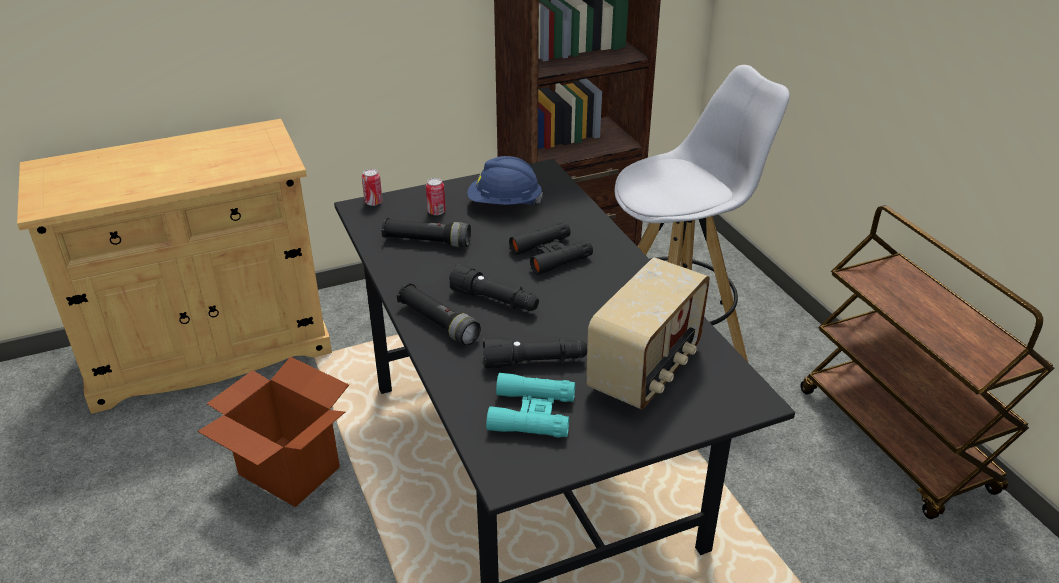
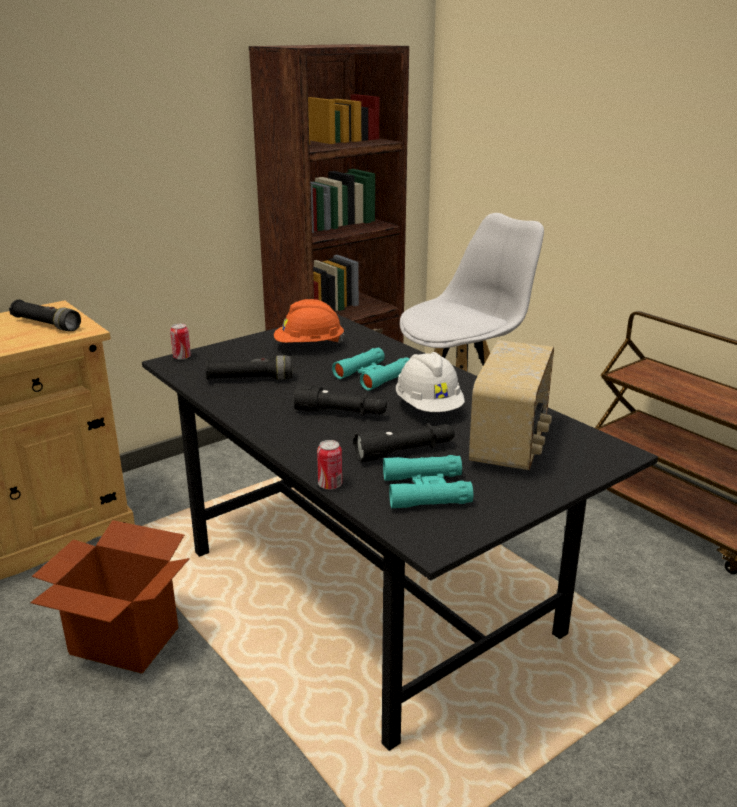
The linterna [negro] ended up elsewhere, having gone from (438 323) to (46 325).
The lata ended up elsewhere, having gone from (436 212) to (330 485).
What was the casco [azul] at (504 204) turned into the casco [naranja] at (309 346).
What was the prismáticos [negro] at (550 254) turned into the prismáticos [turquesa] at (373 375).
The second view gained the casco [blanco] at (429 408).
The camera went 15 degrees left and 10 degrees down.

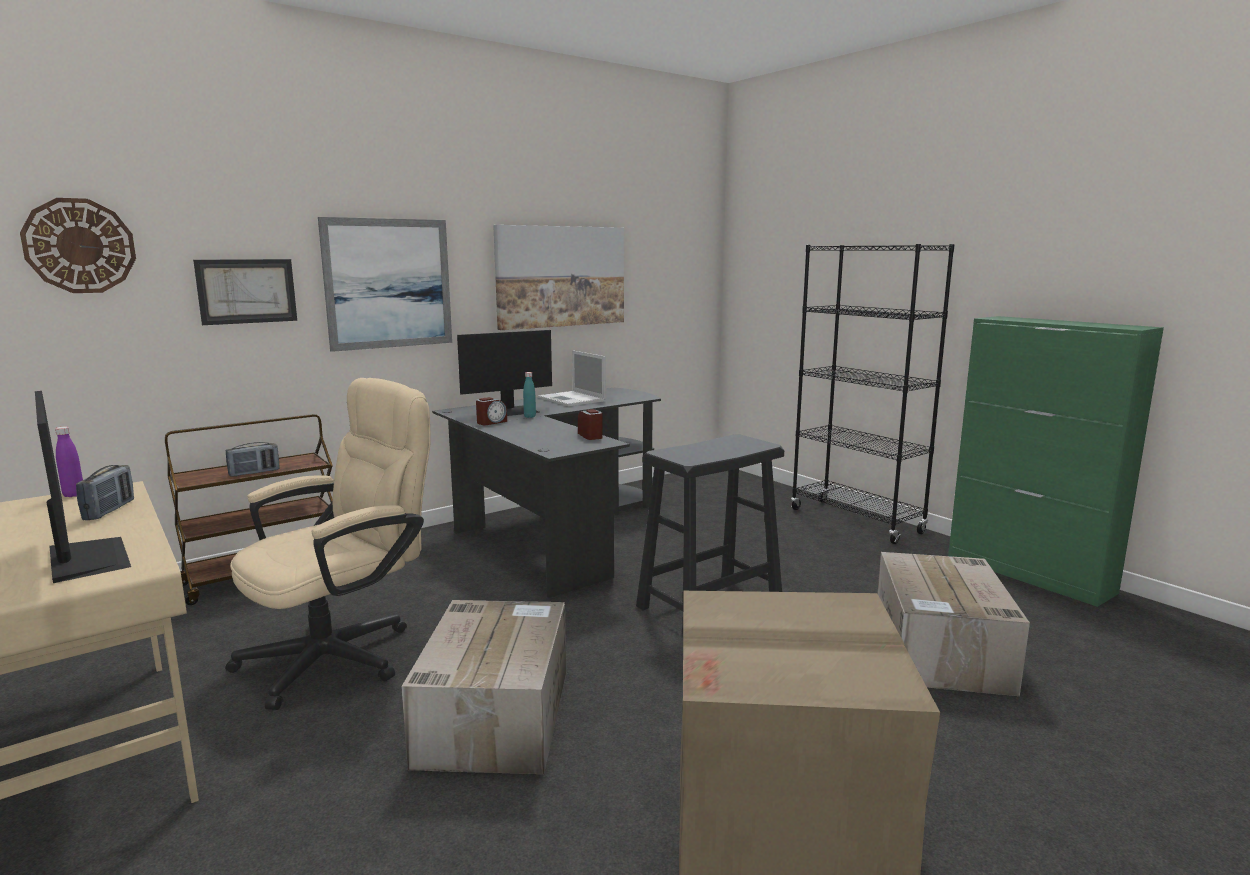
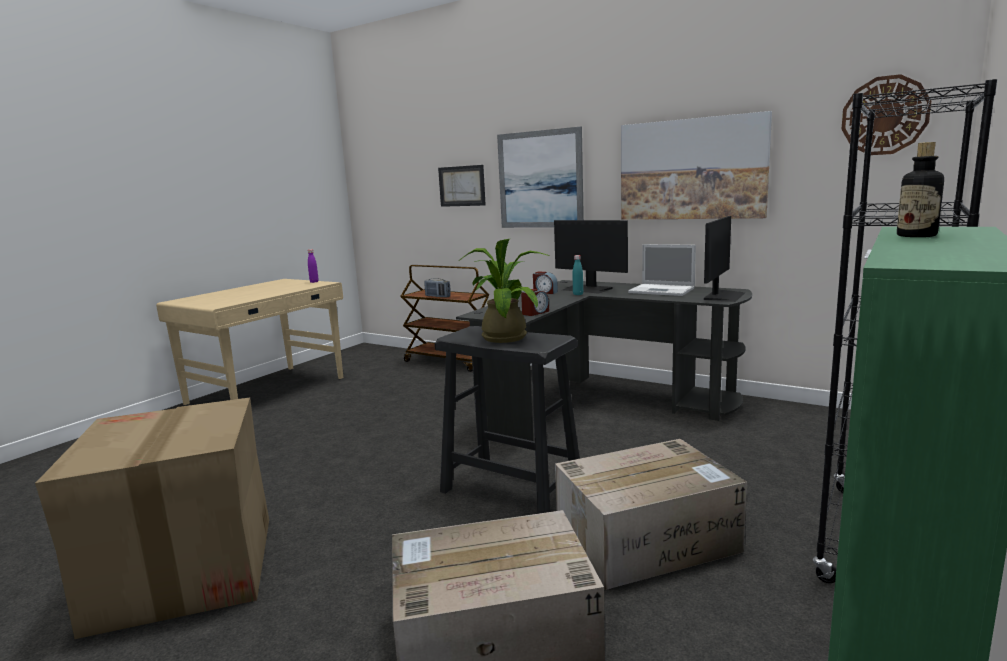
The reloj de pared ended up elsewhere, having gone from (80 246) to (884 115).
The monitor ended up elsewhere, having gone from (85 558) to (723 296).
The second view lost the radio at (109 510).
The second view lost the silla de oficina [beis] at (343 654).
The caja de cartón ended up elsewhere, having gone from (495 714) to (648 539).
The portátil at (572 399) ended up facing another way, 90 degrees counterclockwise from before.
The second view gained the planta en maceta at (505 336).
The second view gained the botella at (916 236).
The camera went 70 degrees right and 0 degrees up.

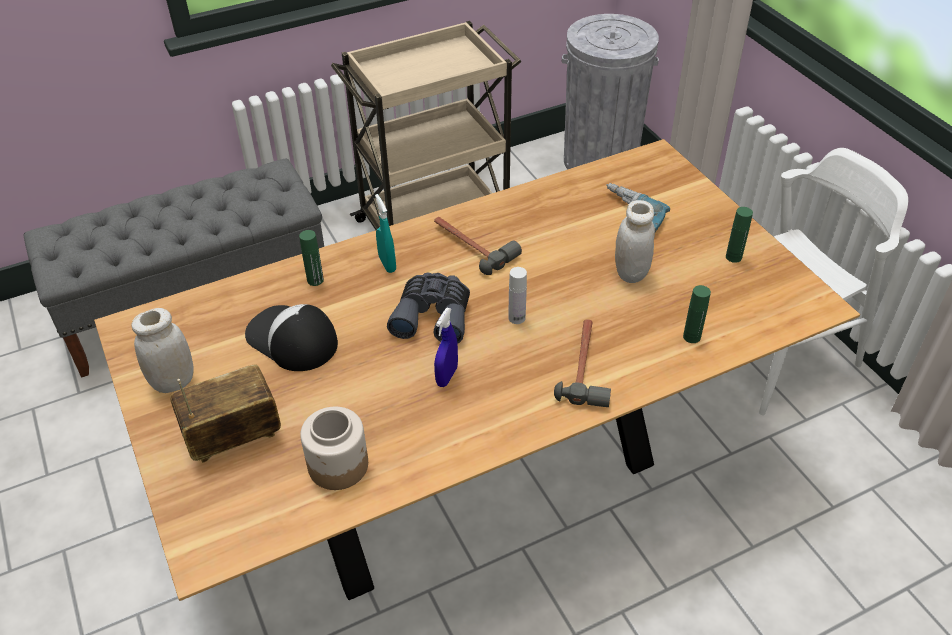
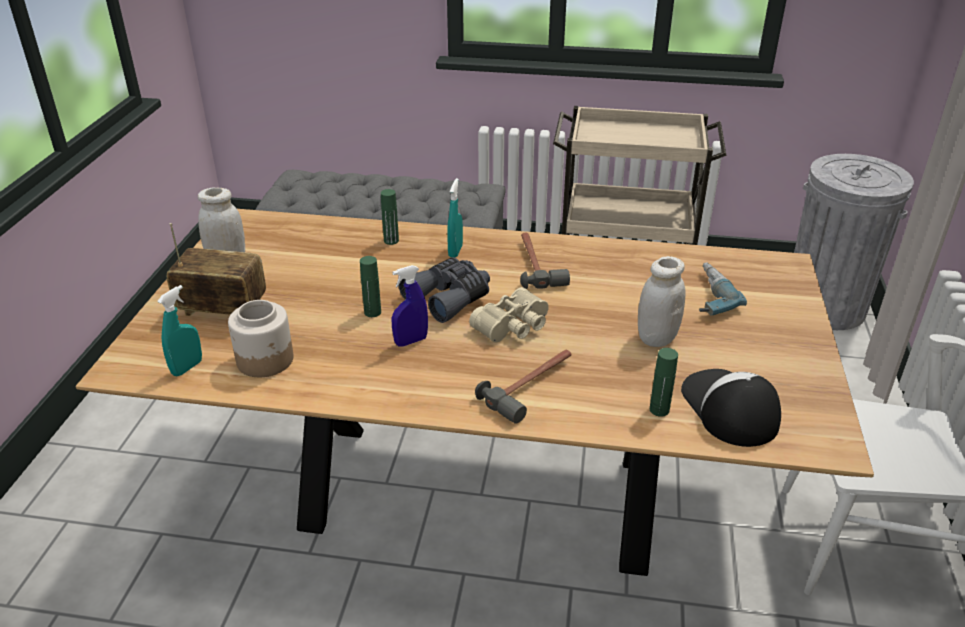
The gorra ended up elsewhere, having gone from (291 339) to (728 408).
Where the botella [blanco] stood at (516 318), the prismáticos [beis] came to stand at (514 327).
The botella [verde] ended up elsewhere, having gone from (733 257) to (372 312).
The second view gained the pulverizador [turquesa] at (187 367).
The camera went 35 degrees right and 10 degrees down.

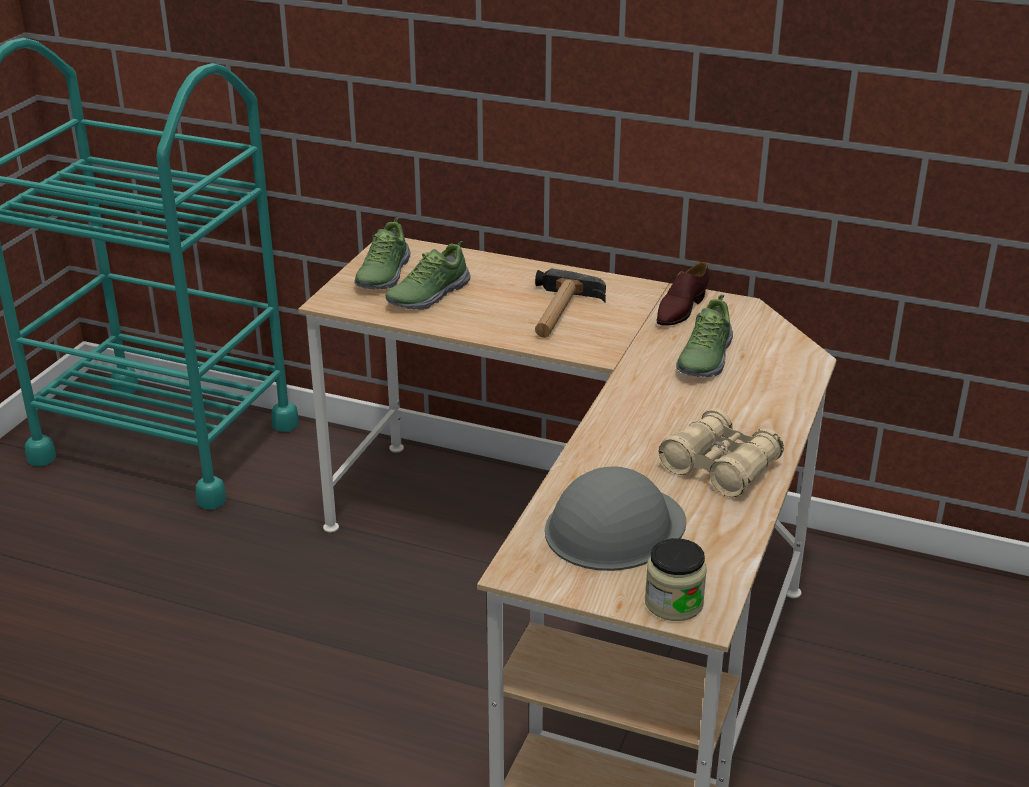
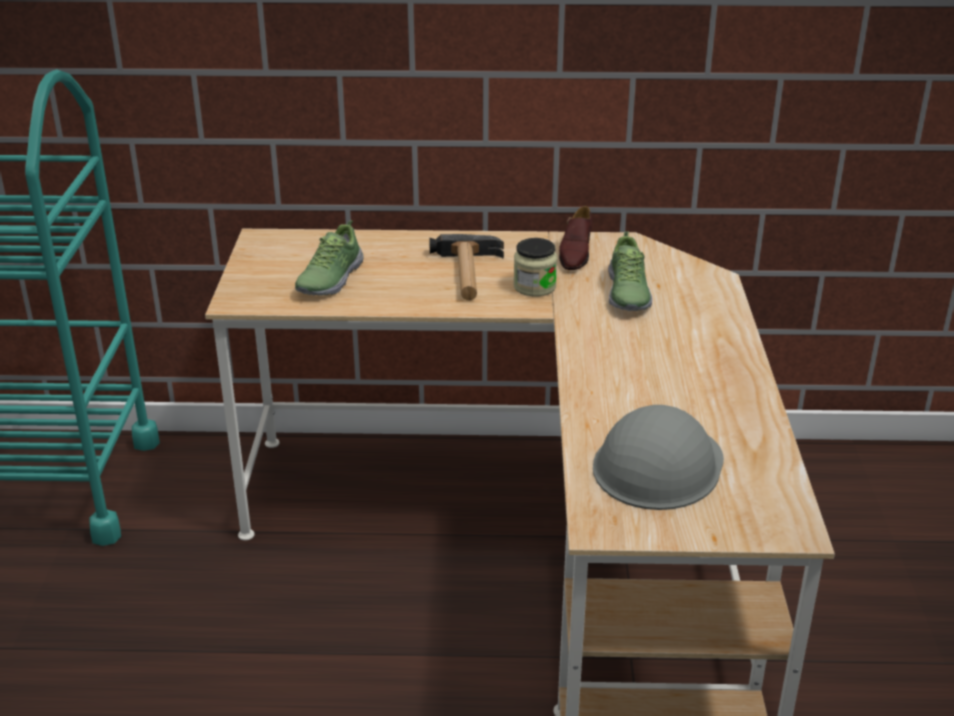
The second view lost the zapato at (382 274).
The tarro ended up elsewhere, having gone from (673 603) to (534 287).
The second view lost the prismáticos [beis] at (720 467).
The camera went 20 degrees left and 0 degrees up.

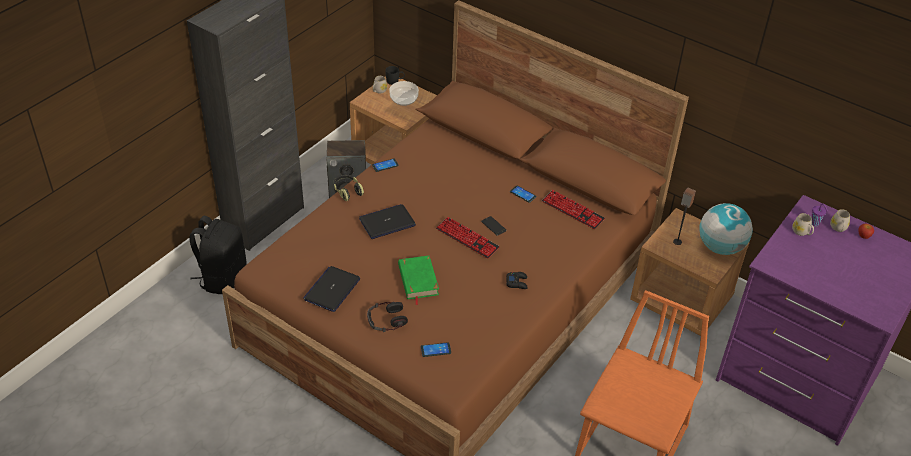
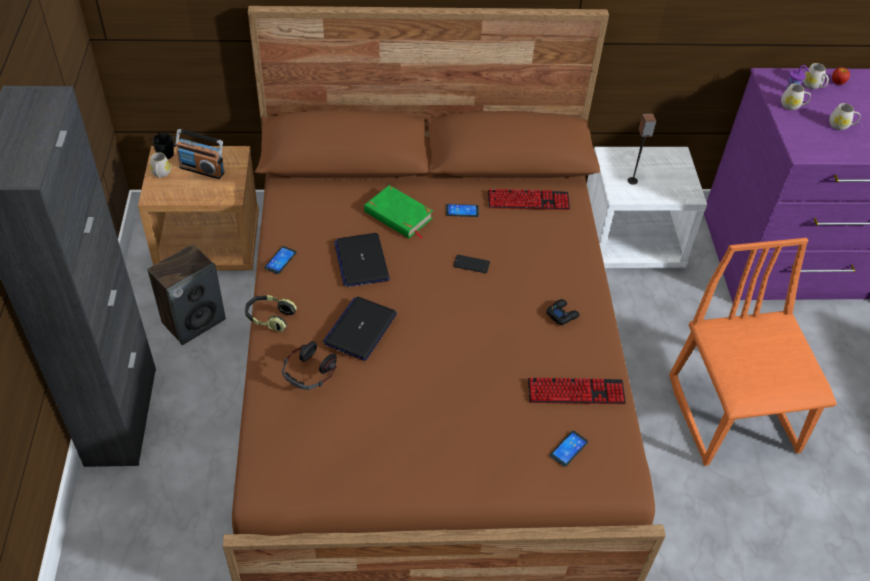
The second view lost the mochila [negro] at (222 277).
The portátil ended up elsewhere, having gone from (332 289) to (361 261).
The auriculares ended up elsewhere, having gone from (386 320) to (309 371).
Where the cuenco stood at (404 99), the radio came to stand at (202 169).
The libro [verde] ended up elsewhere, having gone from (417 280) to (398 216).
The teclado ended up elsewhere, having gone from (467 238) to (576 392).
What was the mesita de noche [marrón] at (681 300) turned into the mesita de noche [blanco] at (631 242).
The second view lost the globo terráqueo at (720 247).
The second view gained the taza grande [blanco] at (841 125).
The camera went 40 degrees left and 5 degrees up.

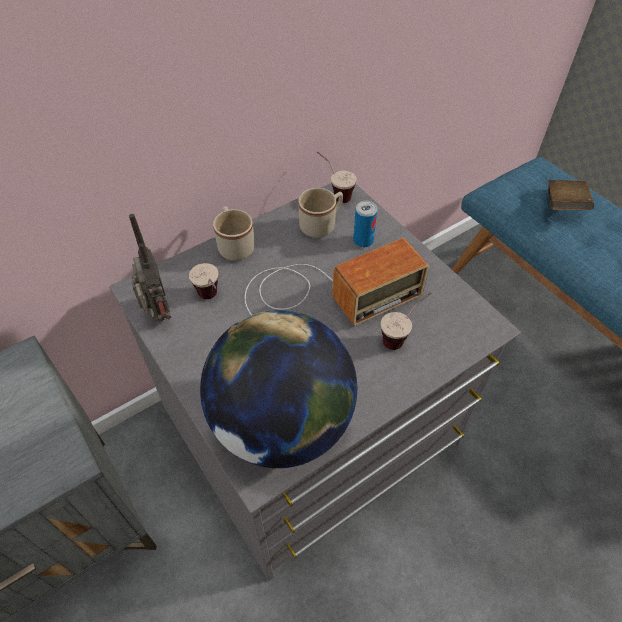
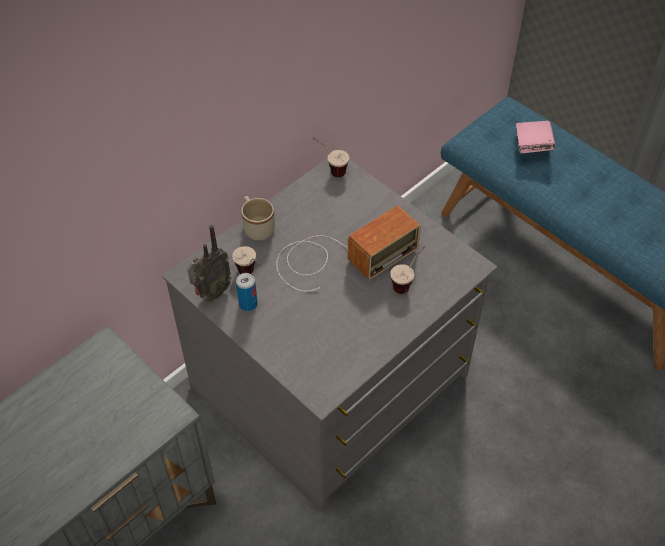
The radio at (158 315) ended up facing another way, 75 degrees clockwise from before.
The second view lost the globo terráqueo at (282 423).
The second view lost the taza grande [beis] at (321 225).
The lata ended up elsewhere, having gone from (363 240) to (248 304).
What was the libro [marrón] at (564 206) turned into the libro [rosa] at (532 146).
The camera went 10 degrees left and 0 degrees up.

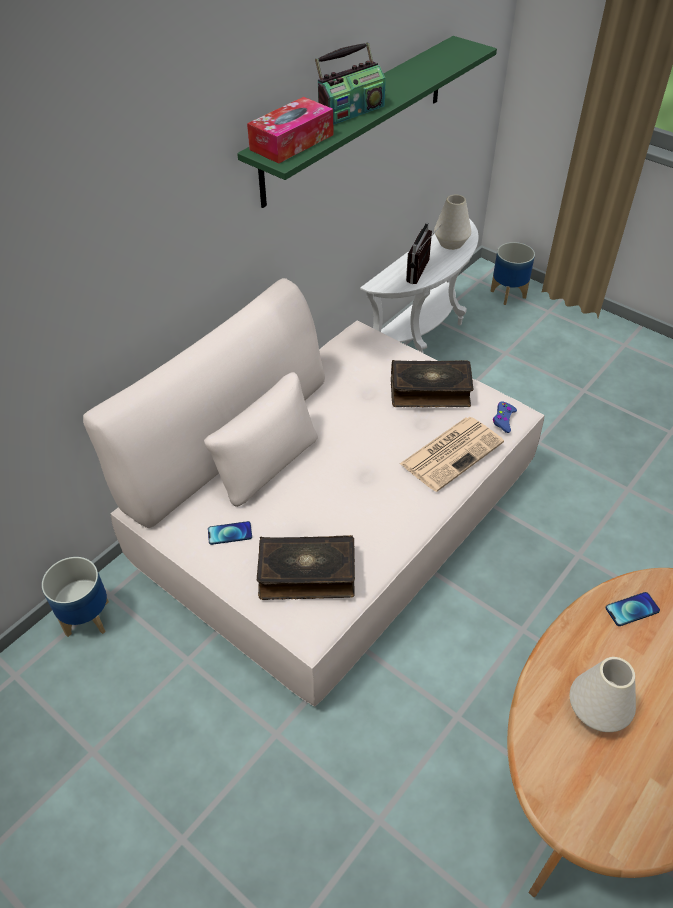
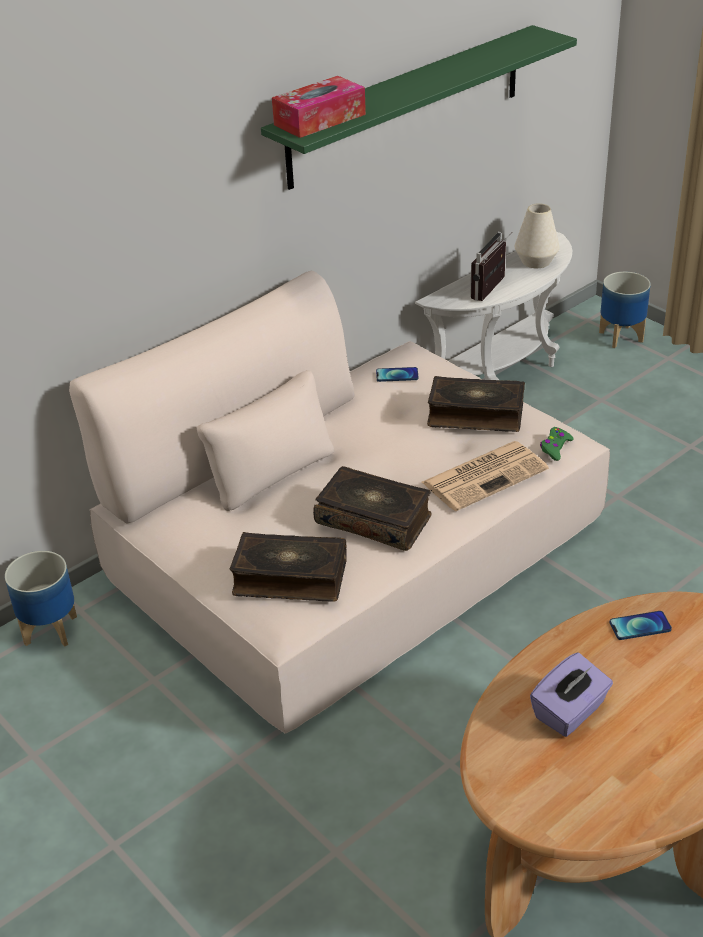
The móvil ended up elsewhere, having gone from (230 533) to (397 375).
The second view lost the radio at (350 111).
What was the mando de consola [azul] at (503 420) turned into the mando de consola [verde] at (555 448).
Where the florero [blanco] stood at (596 710), the caja de pañuelos [morado] came to stand at (570 712).
The second view gained the libro at (374 519).
The camera went 10 degrees right and 10 degrees down.

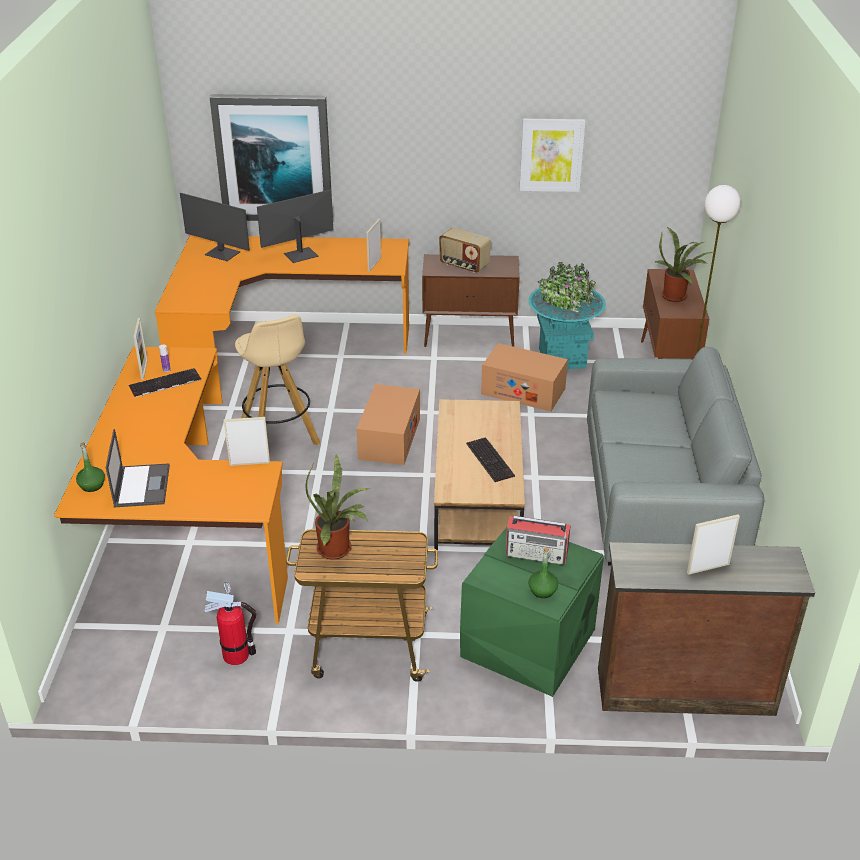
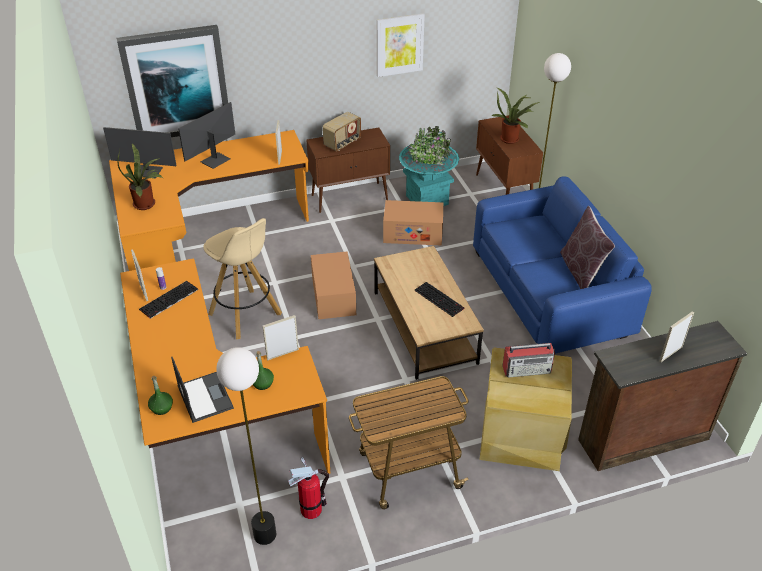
The planta en maceta ended up elsewhere, having gone from (338 549) to (147 204).
The radio at (464 265) ended up facing another way, 60 degrees counterclockwise from before.
What was the caja de almacenaje [verde] at (528 644) turned into the caja de almacenaje [beis] at (522 435).
The botella [verde] ended up elsewhere, having gone from (542 590) to (262 383).
What was the sofá [gris] at (661 493) turned into the sofá [azul] at (550 291).
The second view gained the lámpara de pie at (264 535).
The second view gained the cojín [marrón] at (581 271).
The camera went 20 degrees left and 5 degrees up.

